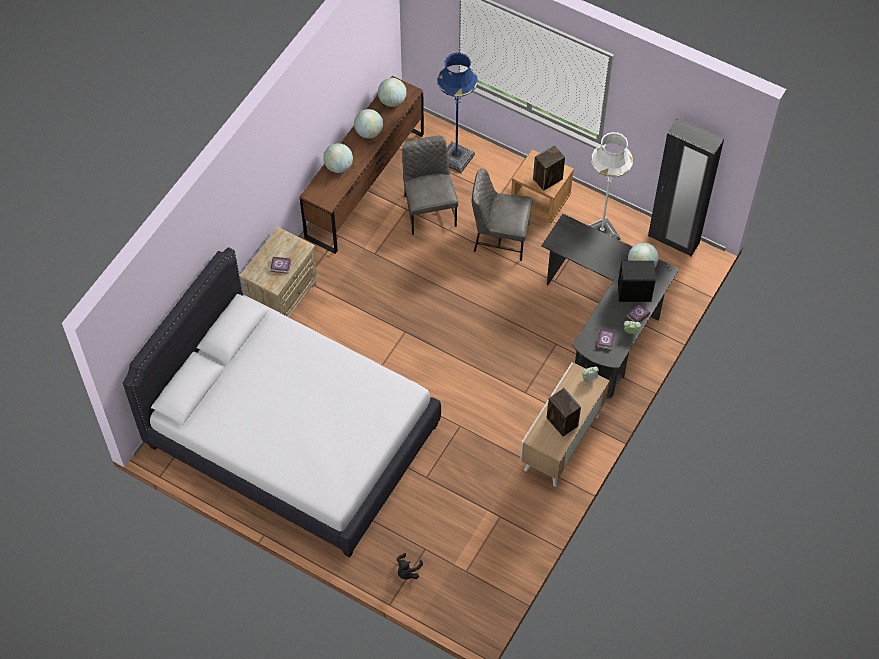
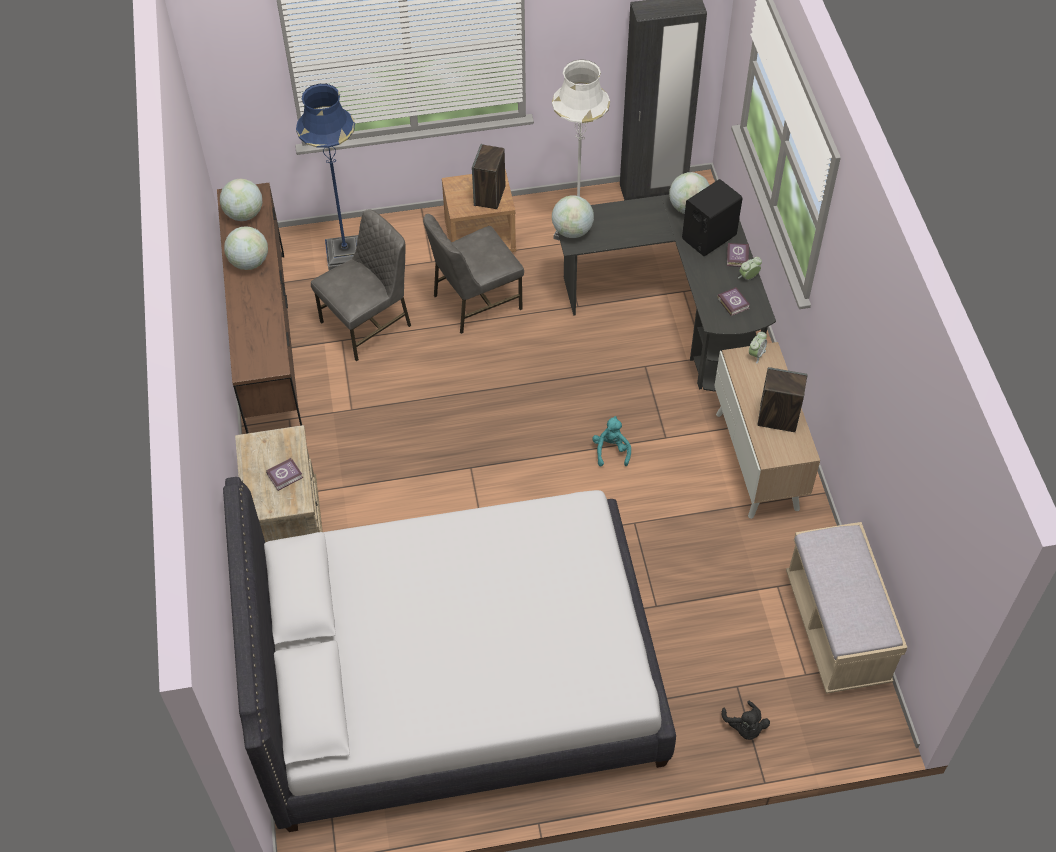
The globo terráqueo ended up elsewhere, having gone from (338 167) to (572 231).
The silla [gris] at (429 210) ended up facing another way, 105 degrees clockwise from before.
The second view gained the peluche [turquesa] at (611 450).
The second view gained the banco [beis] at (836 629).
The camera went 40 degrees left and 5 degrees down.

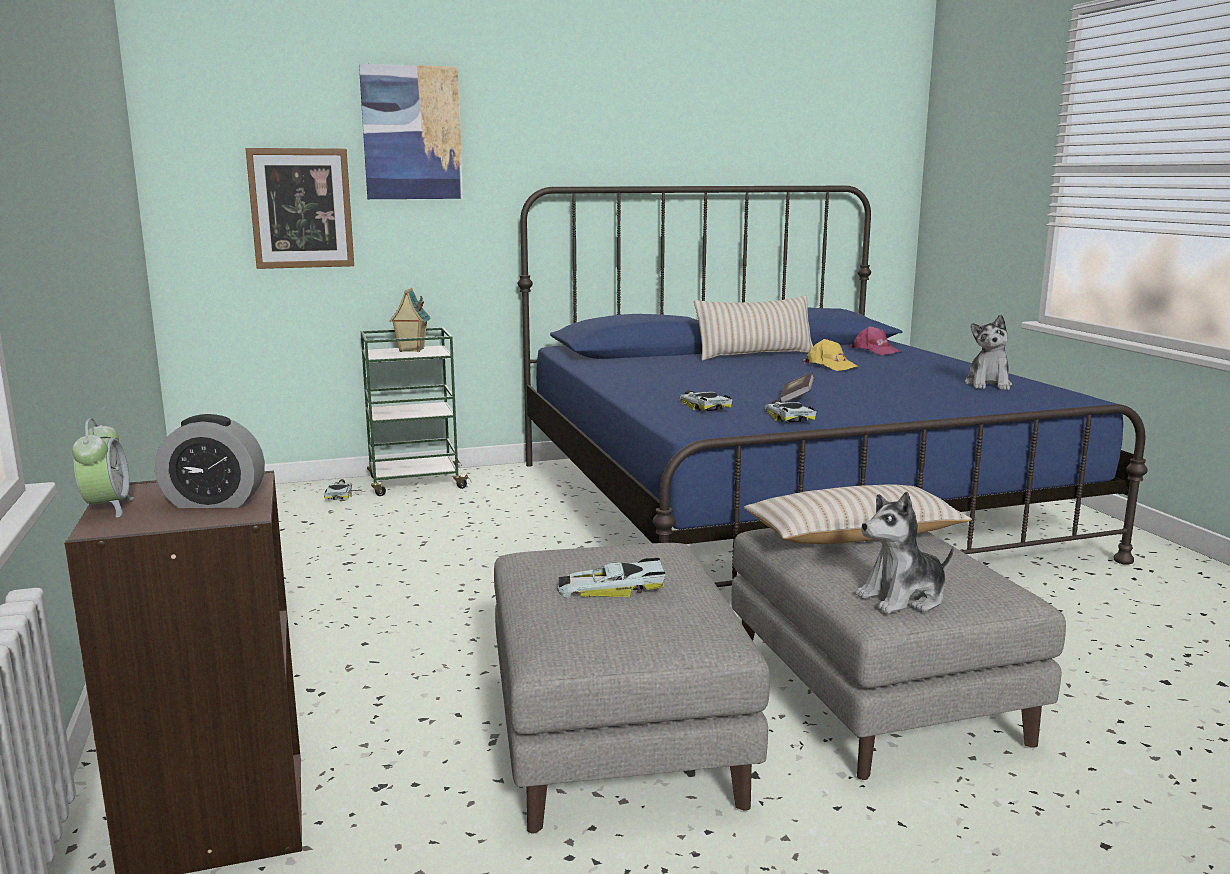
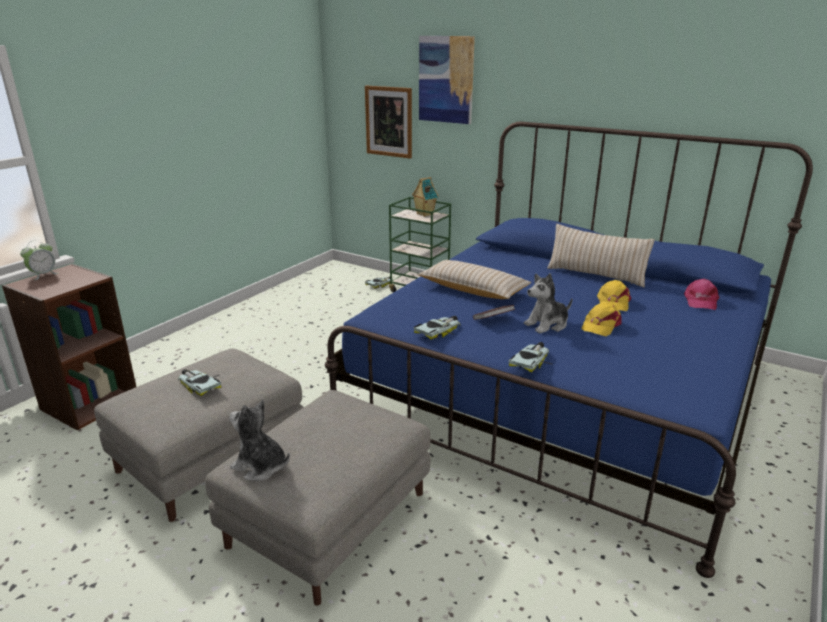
The second view lost the despertador at (214 502).
The coche de juguete ended up elsewhere, having gone from (704 406) to (531 361).
The cojín [beis] ended up elsewhere, having gone from (853 536) to (473 290).
The peluche ended up elsewhere, having gone from (988 384) to (547 324).
The second view gained the gorra [amarillo] at (600 325).
The camera went 50 degrees right and 10 degrees up.

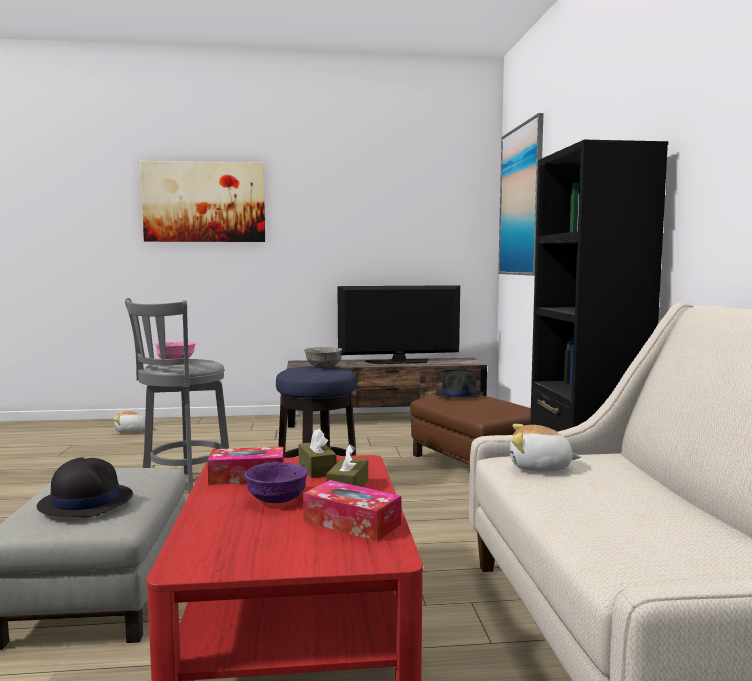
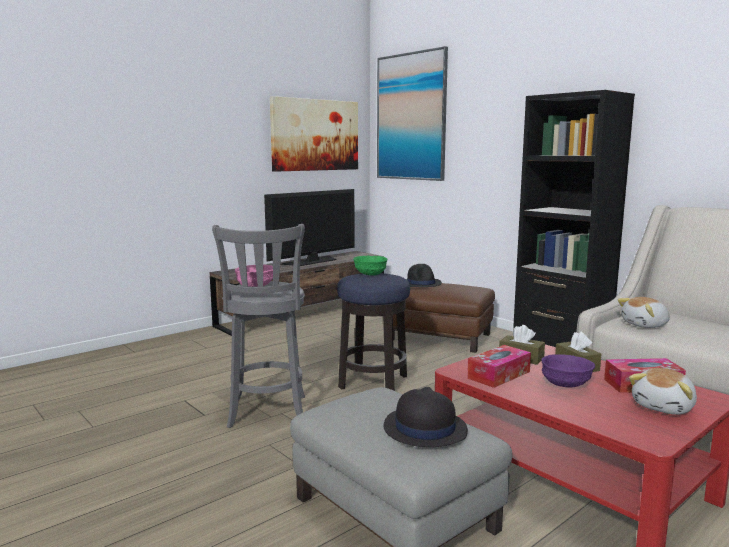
The peluche ended up elsewhere, having gone from (130 431) to (664 407).
The cuadro ended up elsewhere, having gone from (204 202) to (315 135).
What was the cuenco [gris] at (324 367) turned into the cuenco [verde] at (370 274).
The camera went 35 degrees left and 5 degrees up.

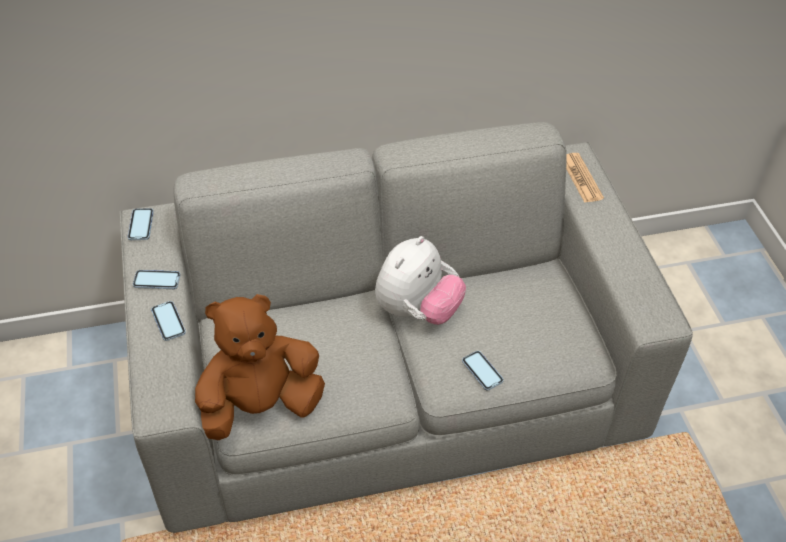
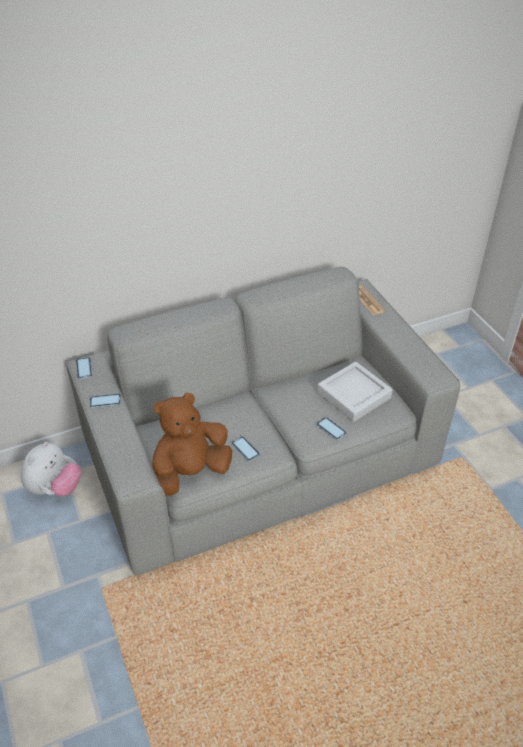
The móvil ended up elsewhere, having gone from (168 322) to (245 449).
The peluche ended up elsewhere, having gone from (417 310) to (55 488).
The second view gained the bandeja [gris] at (354 395).
The camera went 10 degrees left and 5 degrees down.

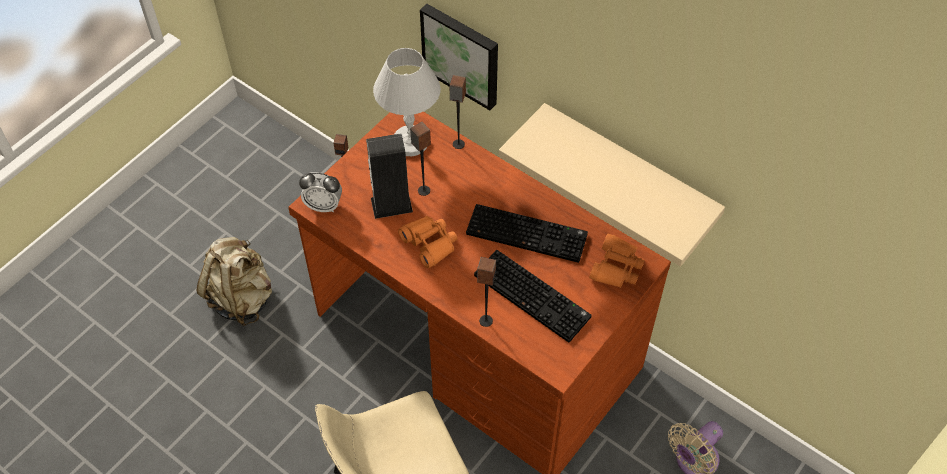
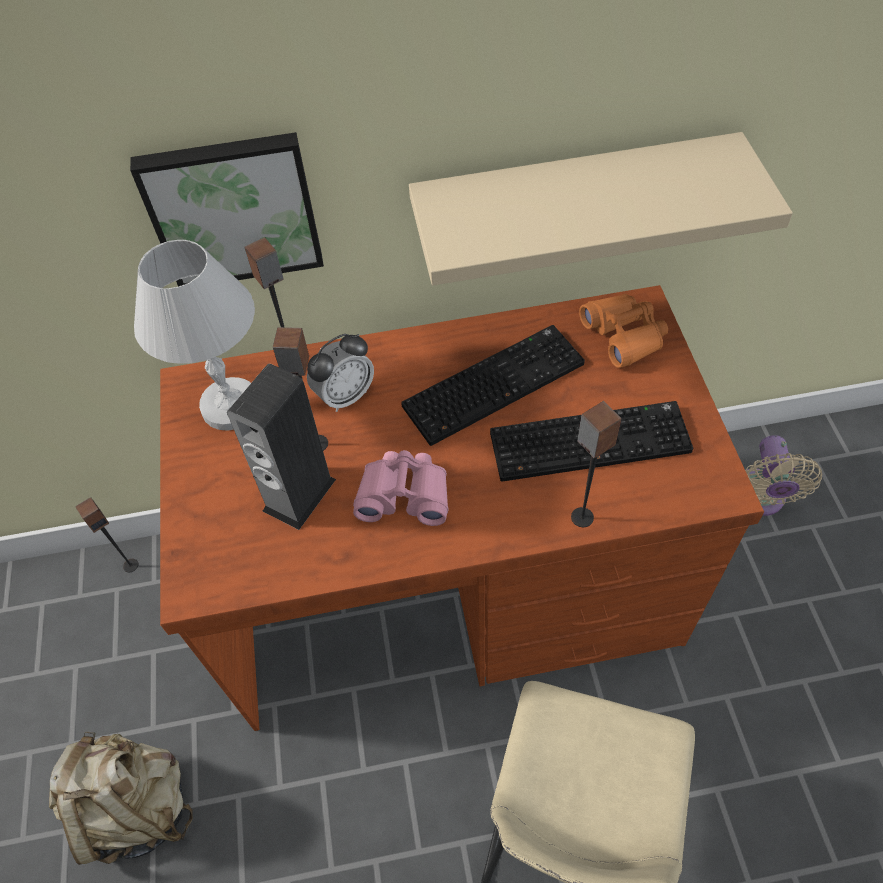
The despertador ended up elsewhere, having gone from (323 205) to (345 395).
What was the prismáticos [naranja] at (430 244) turned into the prismáticos [rosa] at (404 495).
The camera went 45 degrees left and 0 degrees up.

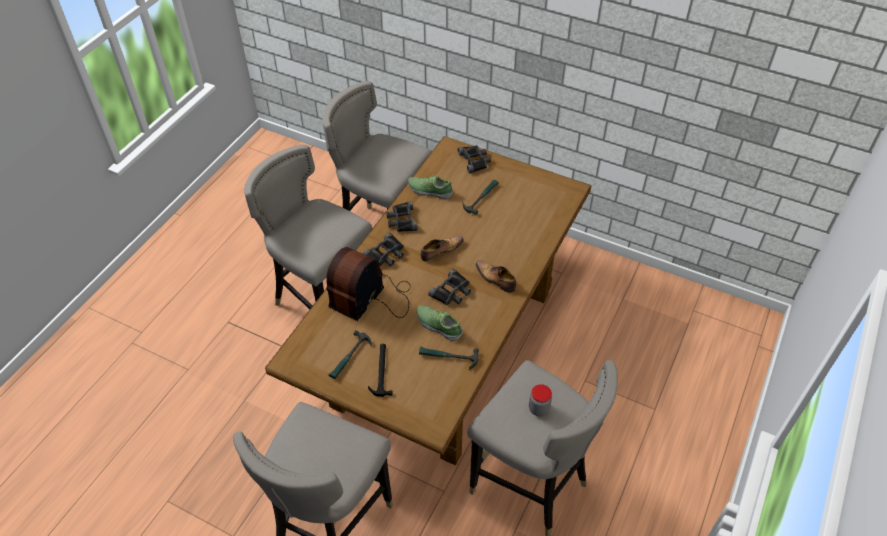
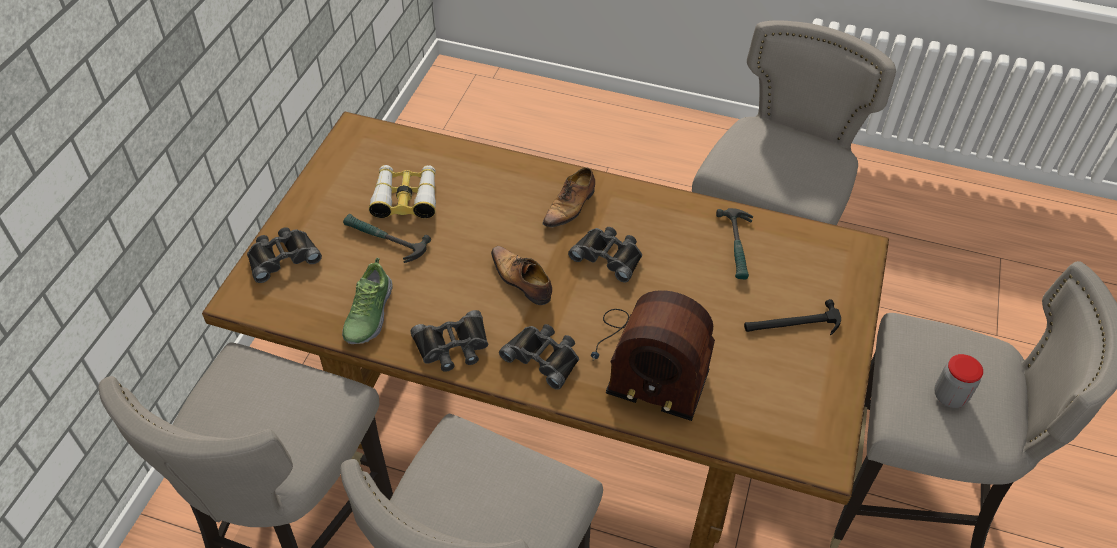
The second view lost the martillo at (350 358).
The second view lost the zapato at (439 325).
The tarro ended up elsewhere, having gone from (538 409) to (949 396).
The second view gained the prismáticos at (406 197).
The camera went 100 degrees left and 0 degrees up.

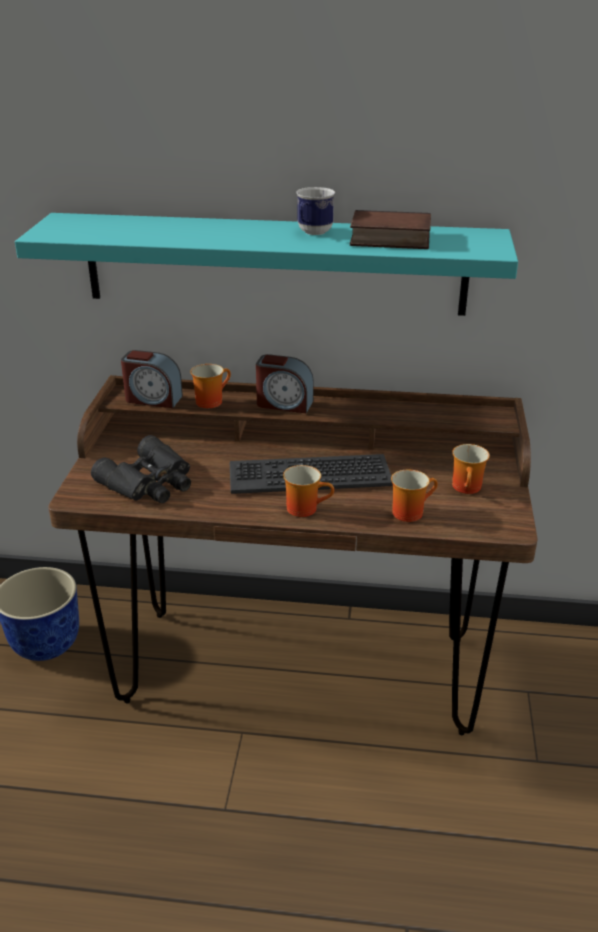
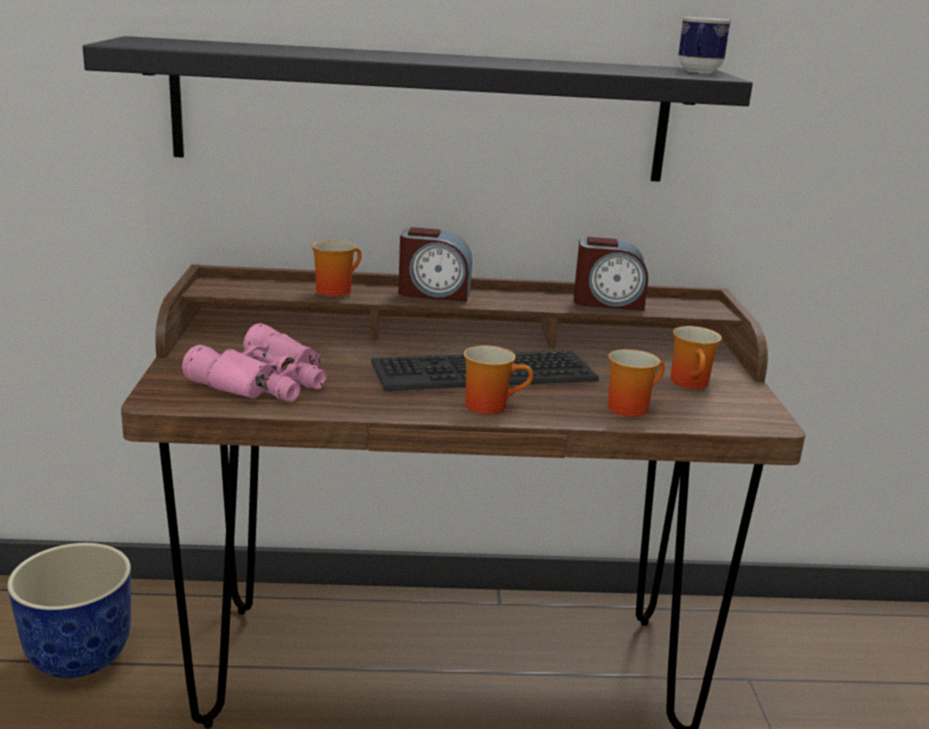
What was the estante [turquesa] at (274 264) turned into the estante [negro] at (422 112).
What was the prismáticos [negro] at (150 483) turned into the prismáticos [rosa] at (266 382).
The despertador ended up elsewhere, having gone from (153 399) to (608 302).
The taza grande ended up elsewhere, having gone from (312 233) to (698 71).
The second view lost the libro at (388 239).
The camera went 10 degrees left and 10 degrees down.

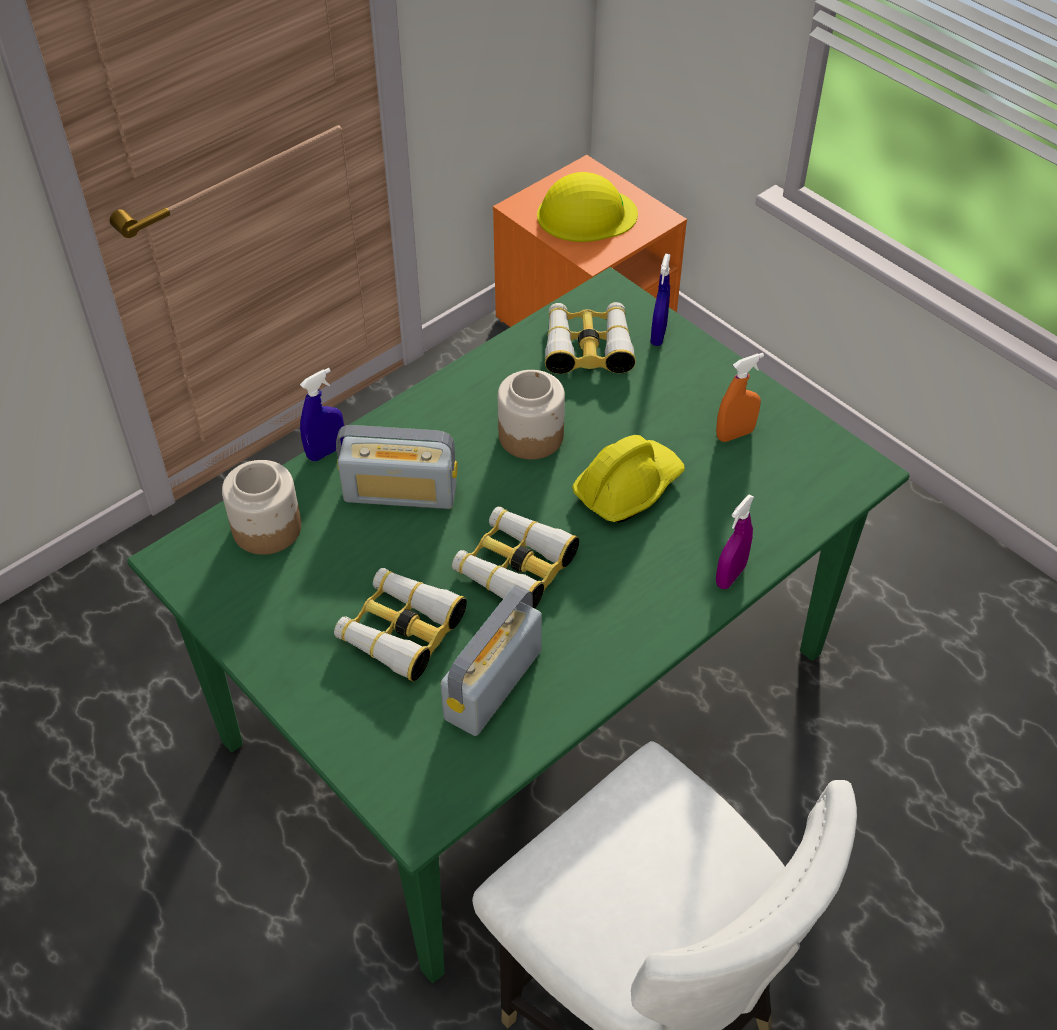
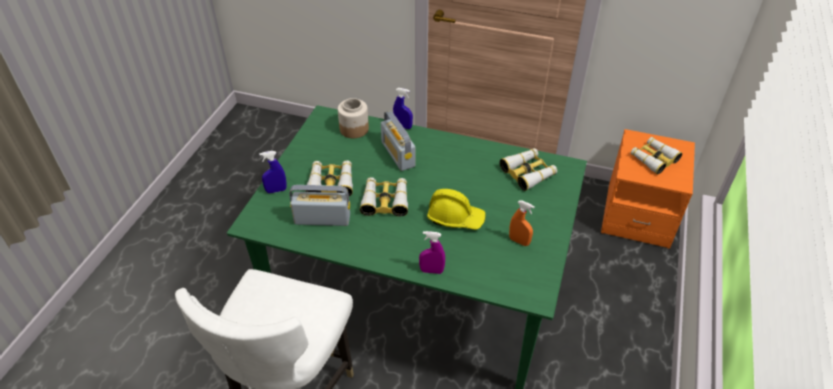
The second view lost the tarro at (531 435).
Where the casco [amarillo] stood at (586 214), the prismáticos came to stand at (653 159).
The pulverizador [azul] ended up elsewhere, having gone from (658 335) to (276 190).
The camera went 60 degrees right and 5 degrees down.

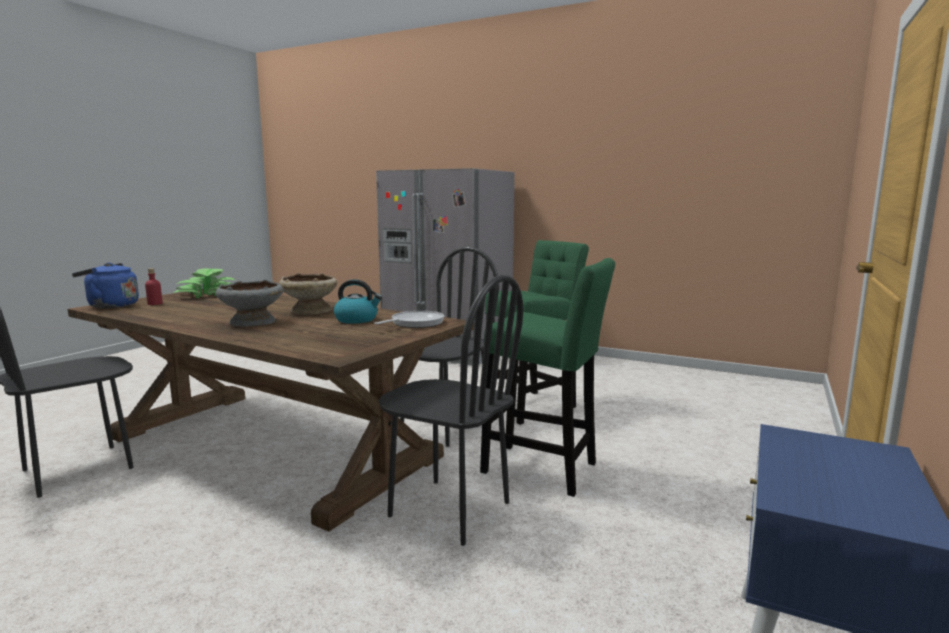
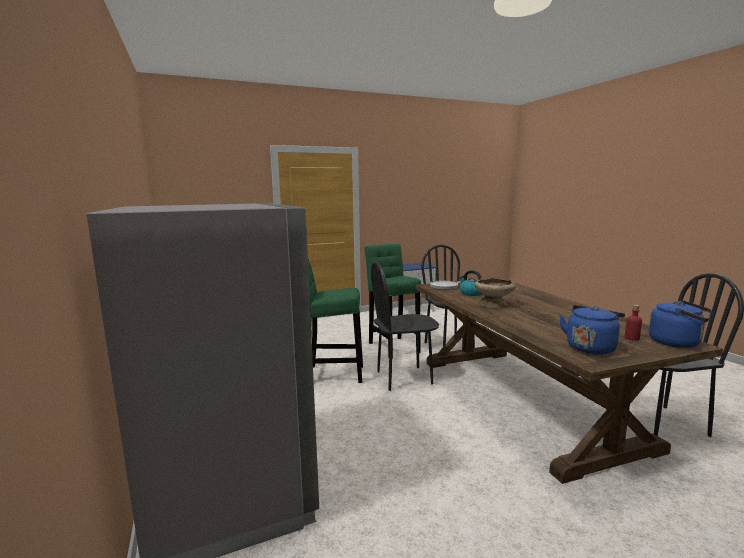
Where the planta en maceta stood at (206 294), the hervidor [azul] came to stand at (590 347).
The second view lost the cuenco [gris] at (252 322).
The camera went 140 degrees left and 0 degrees up.

